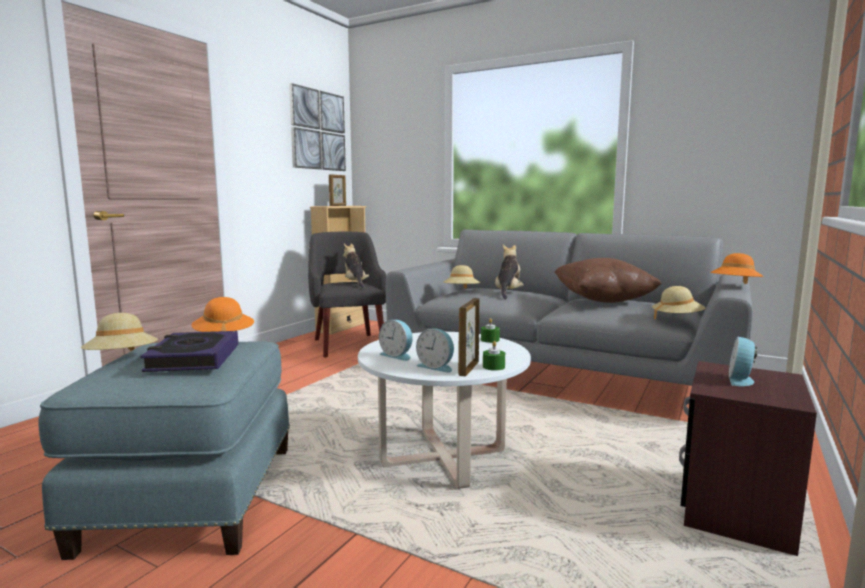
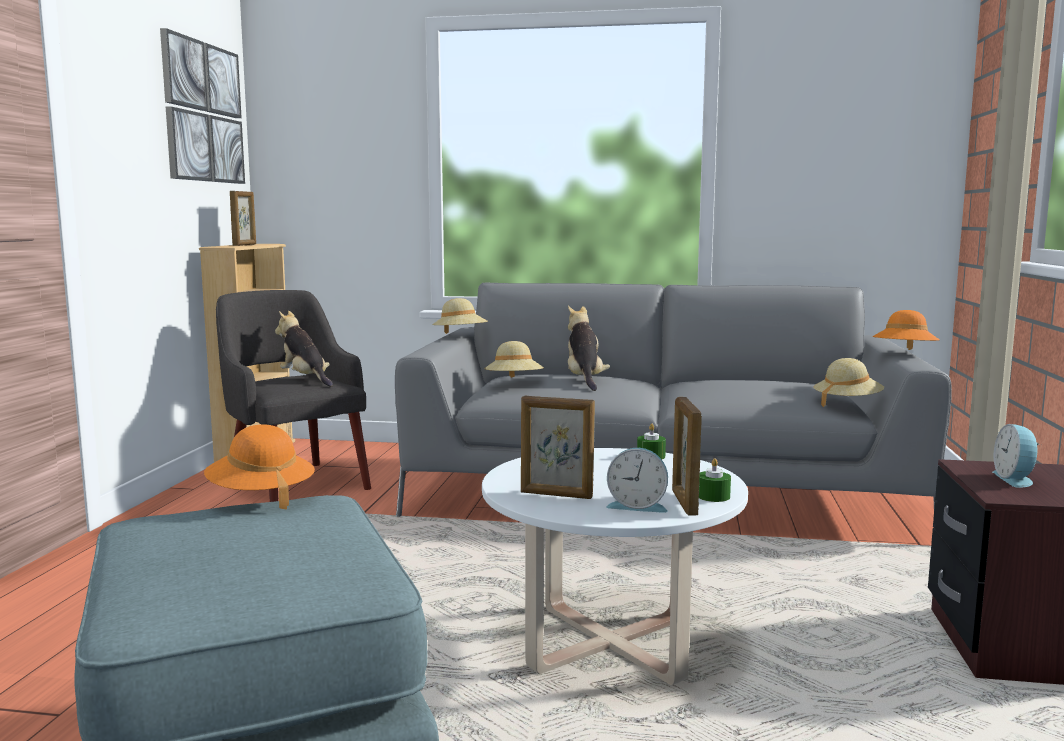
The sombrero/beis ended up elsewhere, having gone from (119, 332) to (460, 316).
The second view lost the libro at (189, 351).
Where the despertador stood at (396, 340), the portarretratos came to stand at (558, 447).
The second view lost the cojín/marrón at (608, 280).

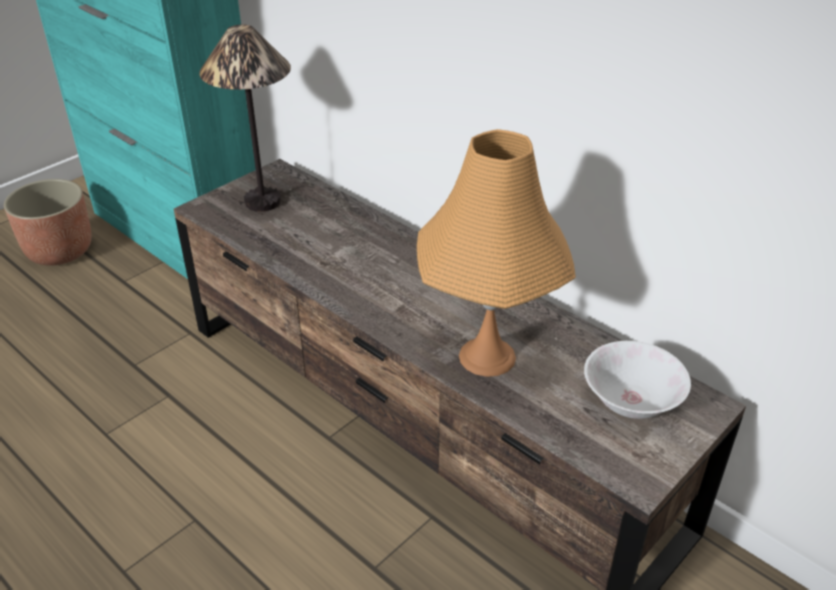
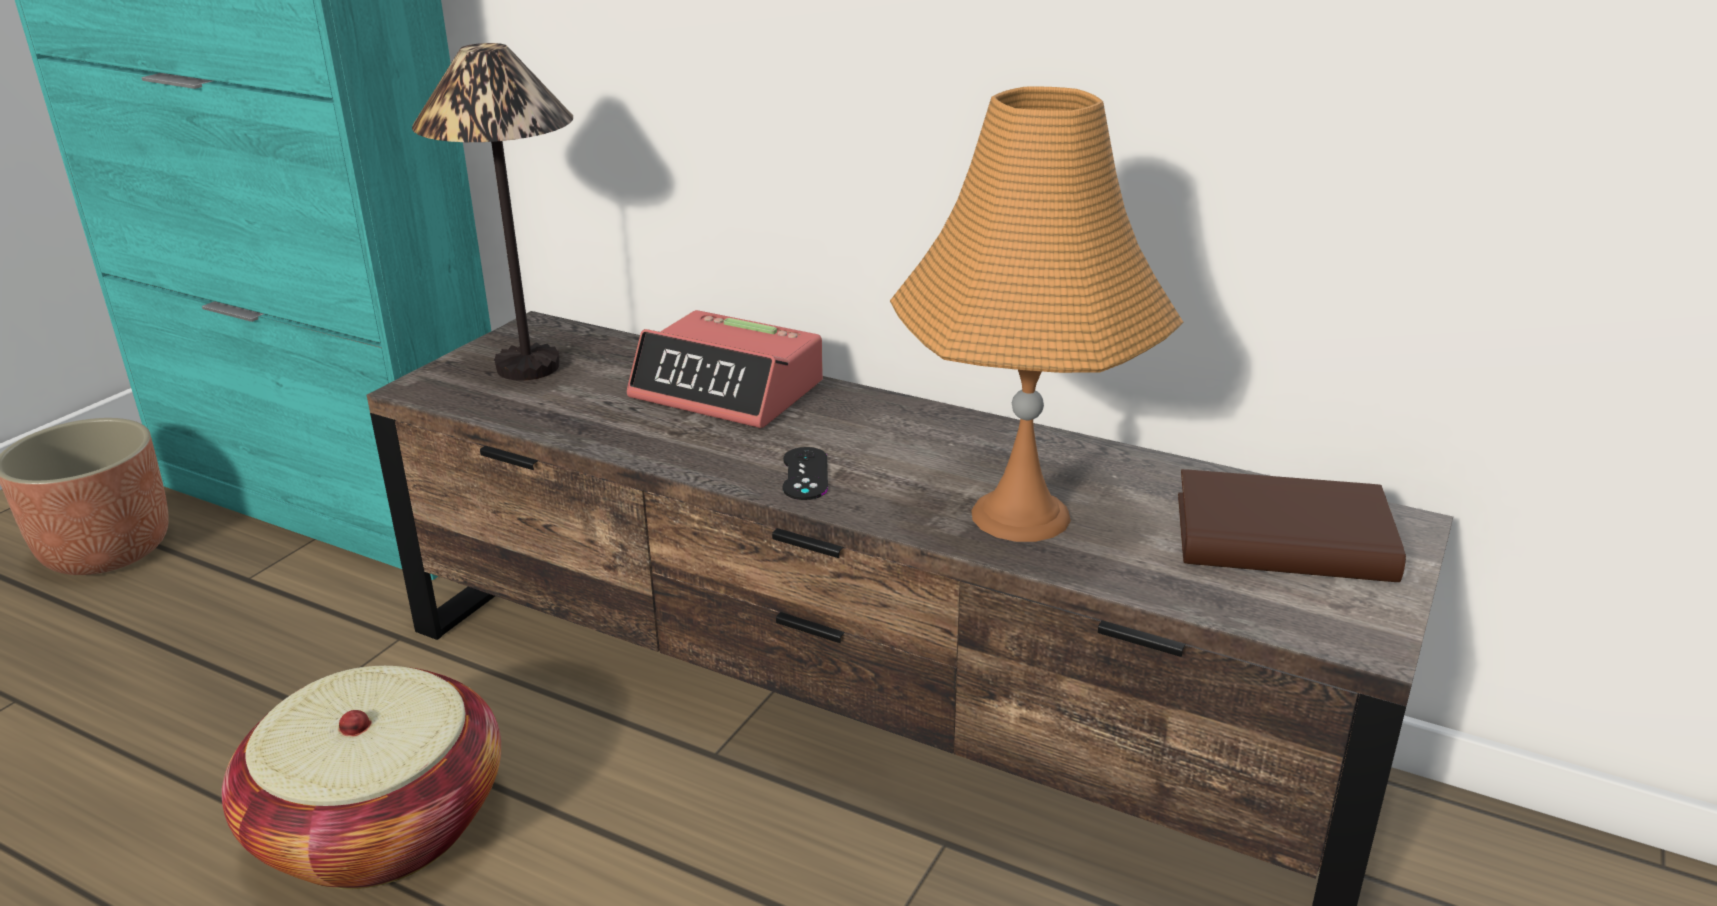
Where the cuenco/blanco stood at (637, 380), the libro/marrón came to stand at (1292, 525).
The second view gained the cesta at (361, 777).
The second view gained the despertador at (725, 369).
The second view gained the mando de consola/negro at (805, 473).

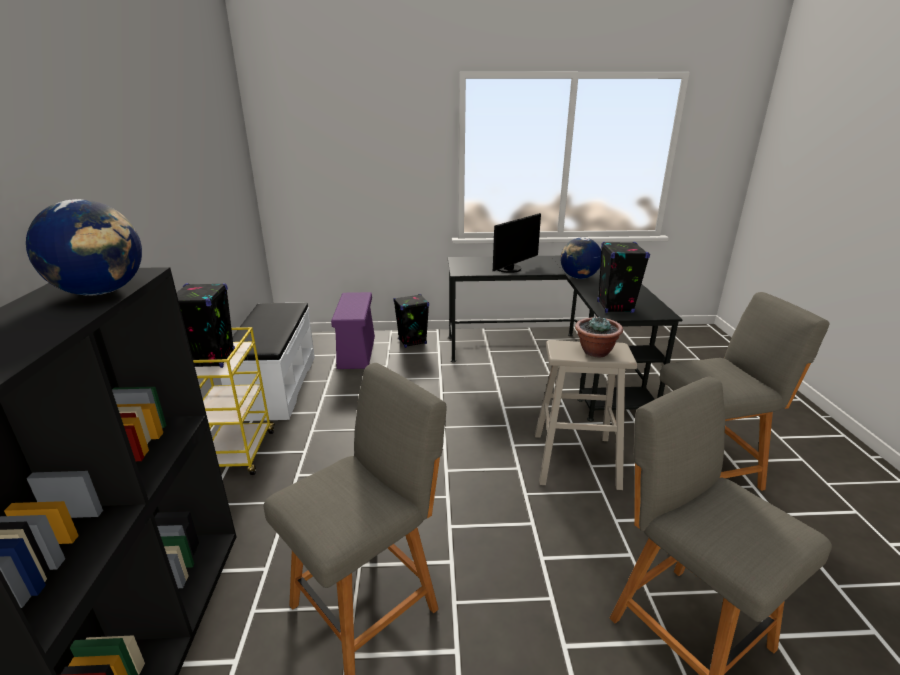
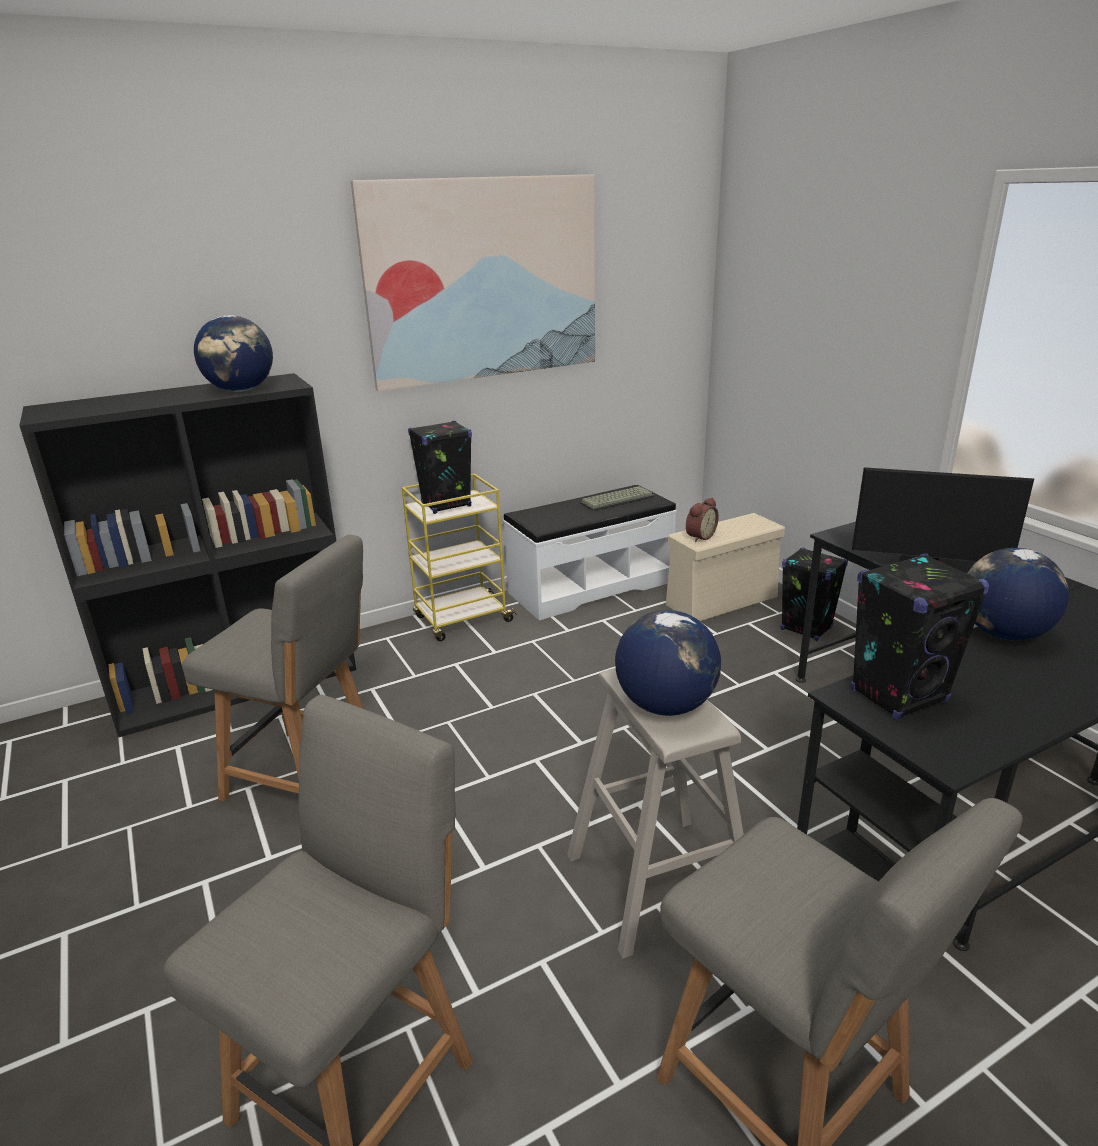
What was the caja de almacenaje/morado at (353, 330) turned into the caja de almacenaje/beis at (725, 567).
Where the planta en maceta stood at (599, 336), the globo terráqueo came to stand at (668, 663).
The second view gained the cuadro at (473, 283).
The second view gained the teclado at (617, 498).
The second view gained the despertador at (702, 519).

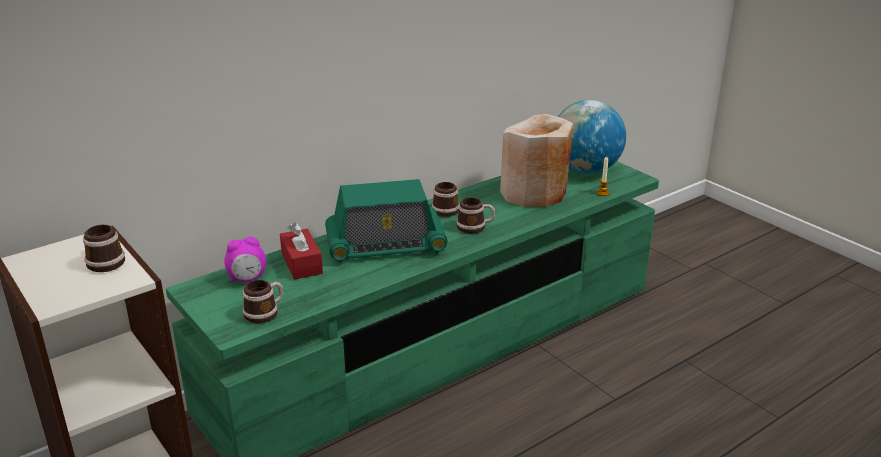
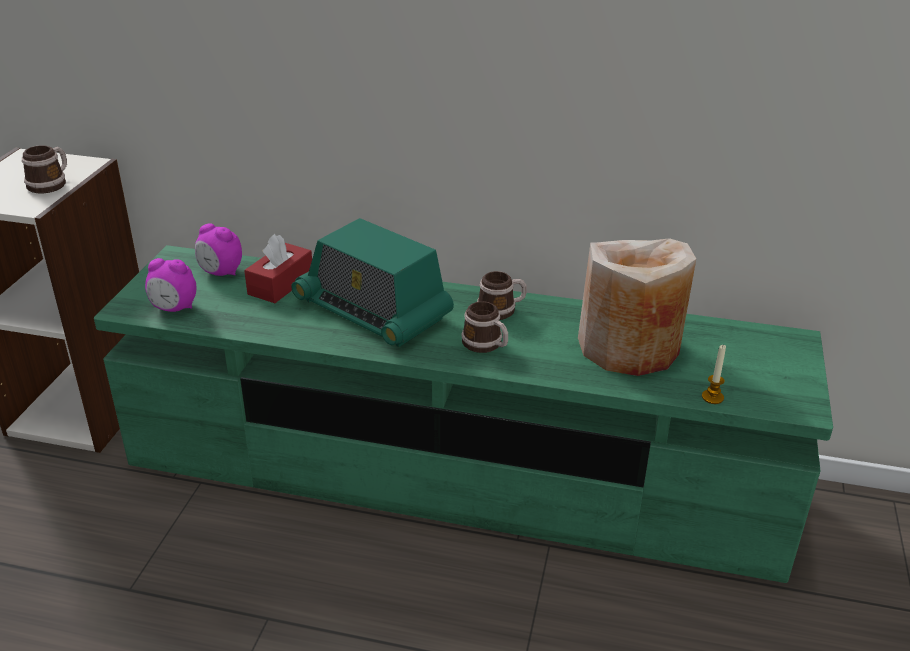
Where the taza grande stood at (262, 301), the despertador came to stand at (170, 285).
The second view lost the globo terráqueo at (592, 137).

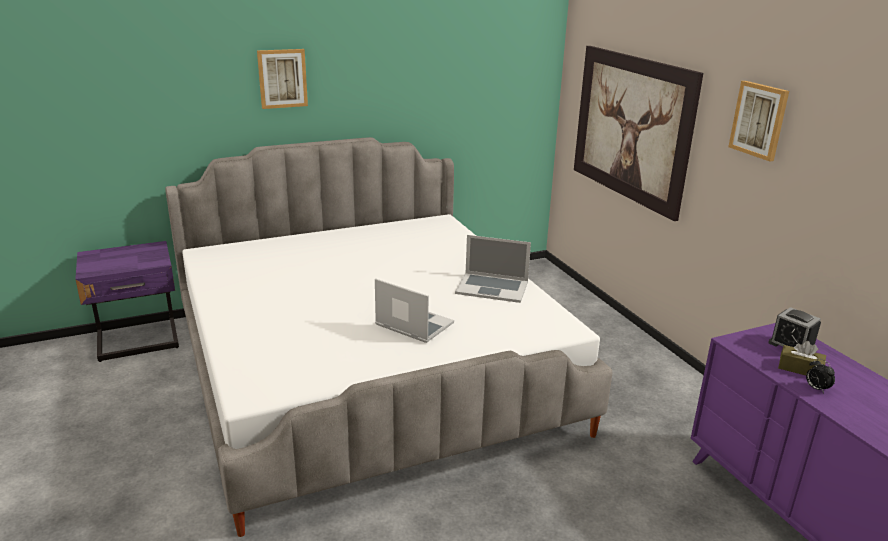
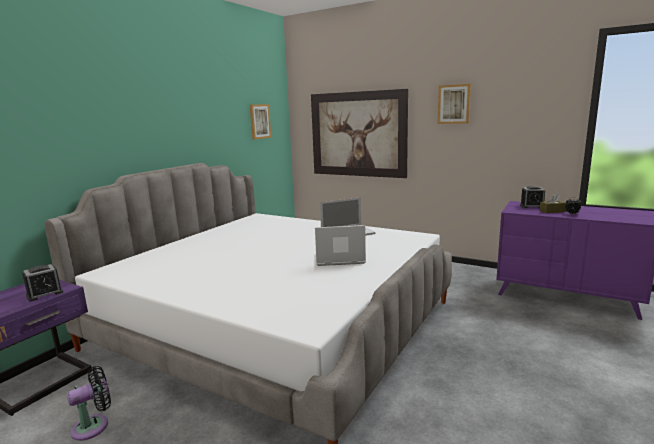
The cuadro ended up elsewhere, having gone from (282, 79) to (260, 122).
The second view gained the despertador at (42, 283).
The second view gained the ventilador/negro at (89, 403).

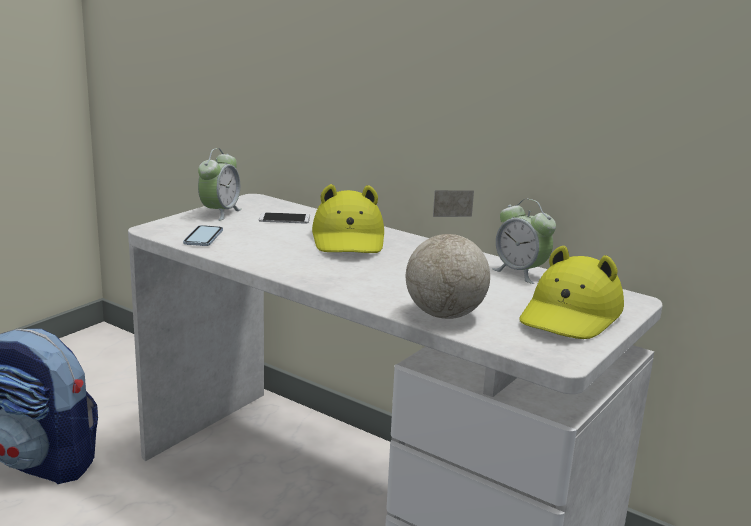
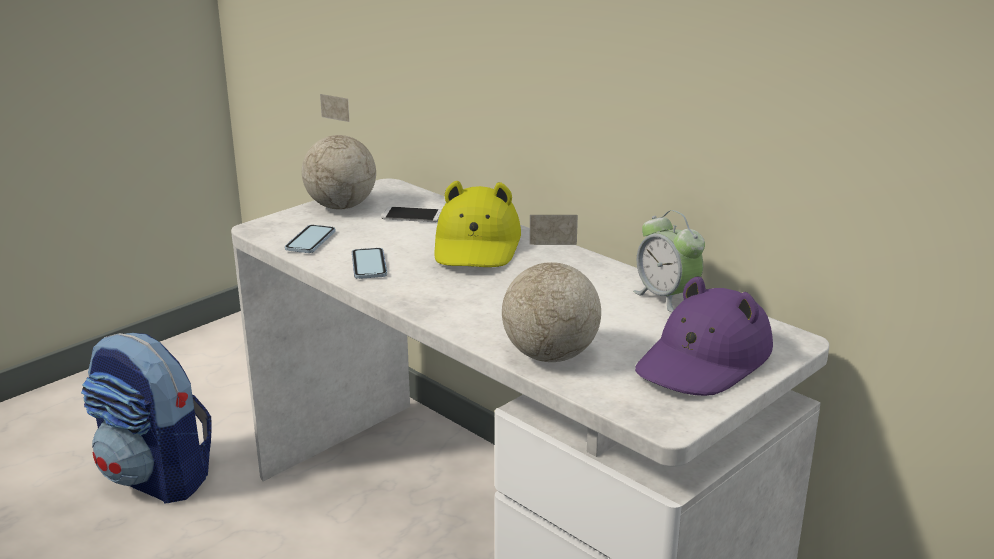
Where the despertador stood at (220, 184), the globo terráqueo came to stand at (339, 152).
What was the sombrero/amarillo at (571, 292) turned into the sombrero/morado at (704, 336).
The second view gained the móvil at (369, 263).

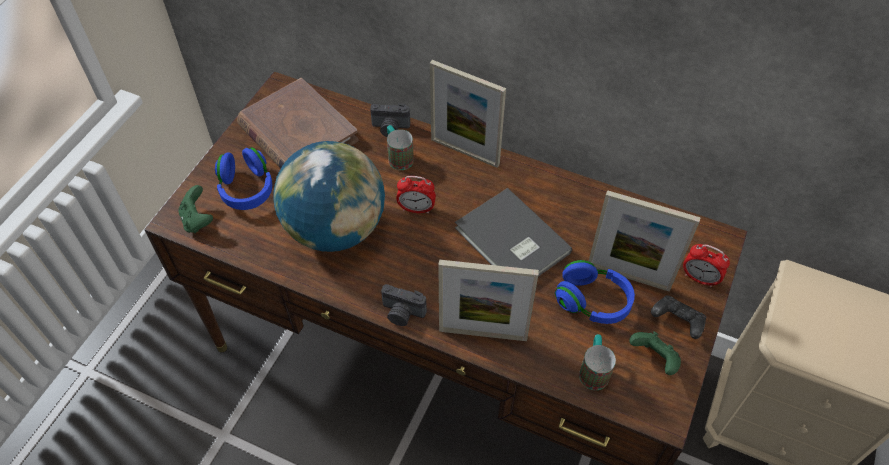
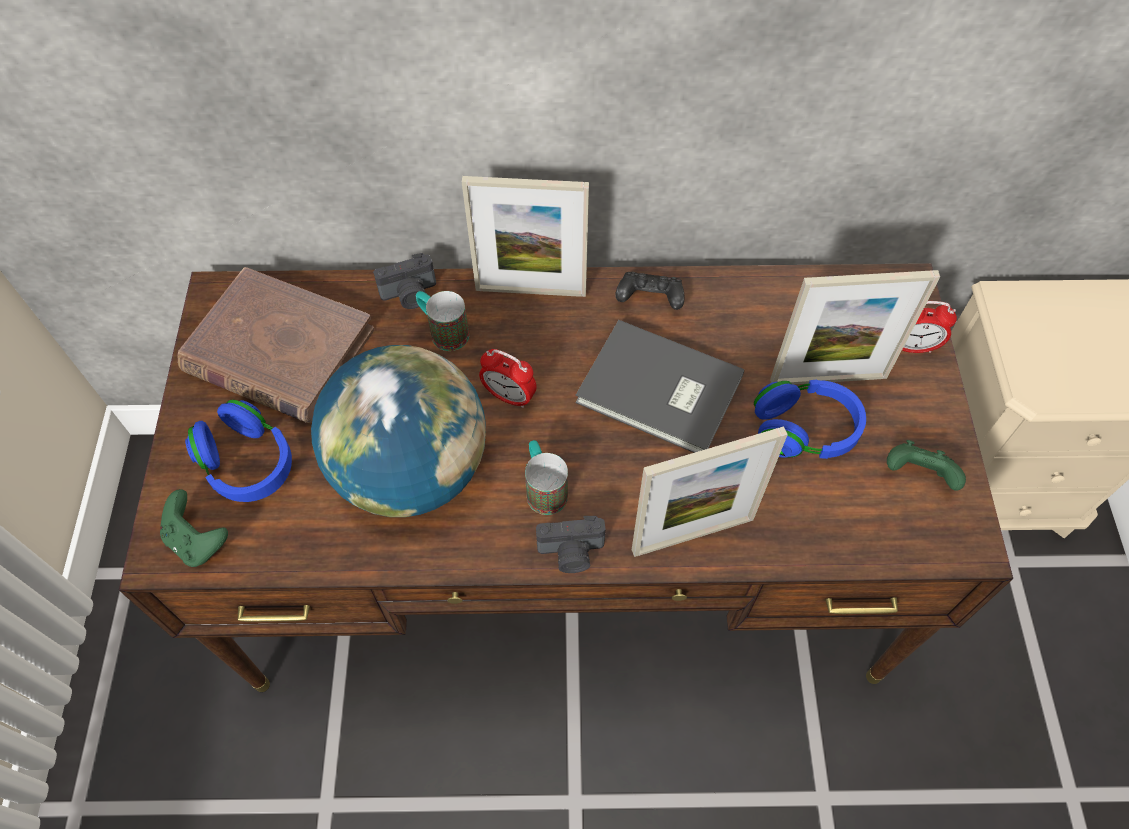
The despertador at (416, 194) ended up facing another way, 45 degrees clockwise from before.
The taza grande ended up elsewhere, having gone from (597, 362) to (546, 477).
The mando de consola/negro ended up elsewhere, having gone from (678, 317) to (650, 291).

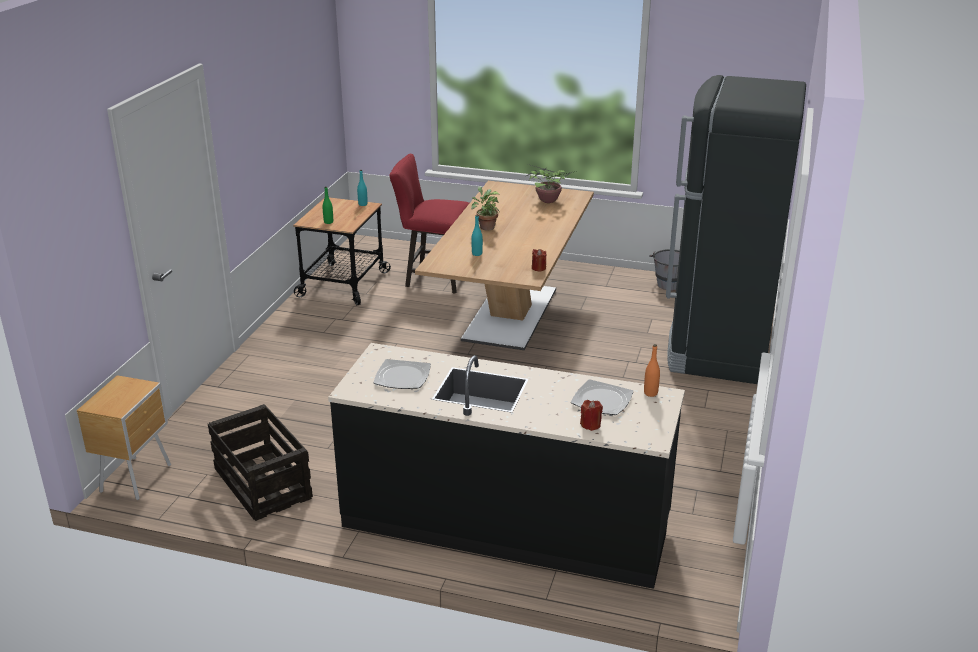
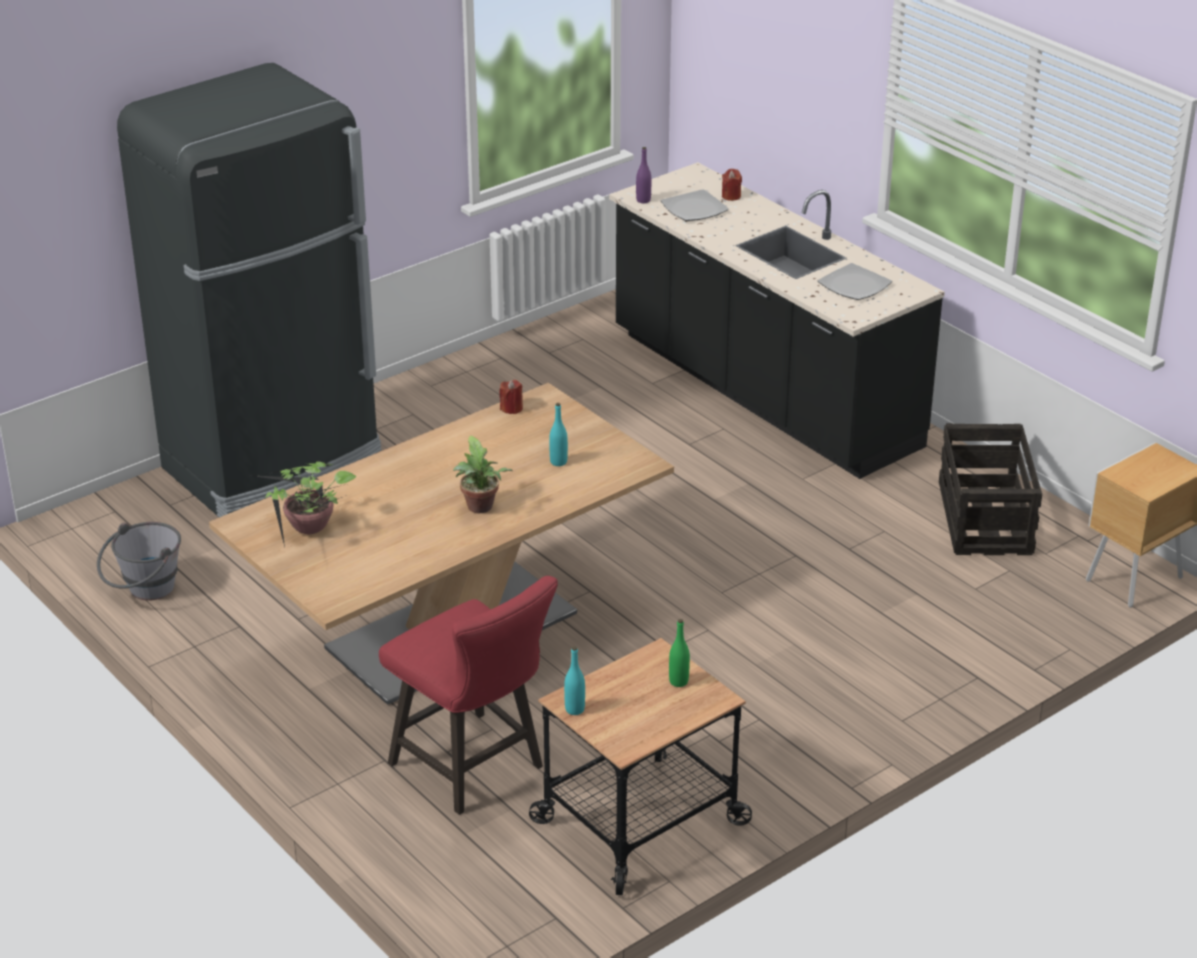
What was the botella/naranja at (652, 370) turned into the botella/morado at (643, 175).

